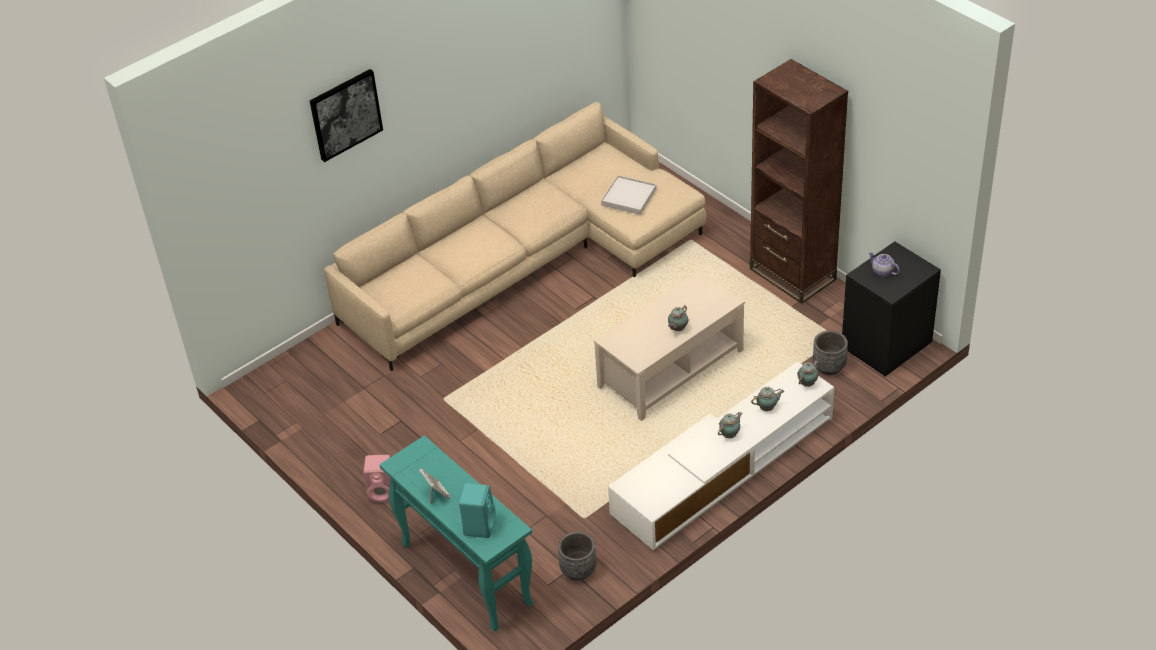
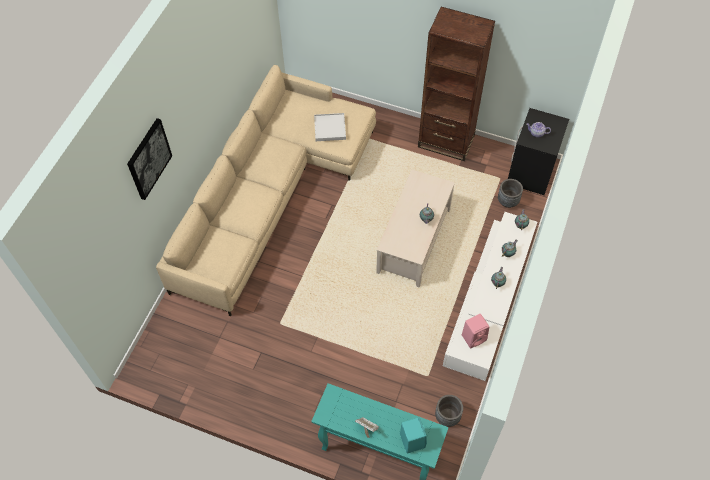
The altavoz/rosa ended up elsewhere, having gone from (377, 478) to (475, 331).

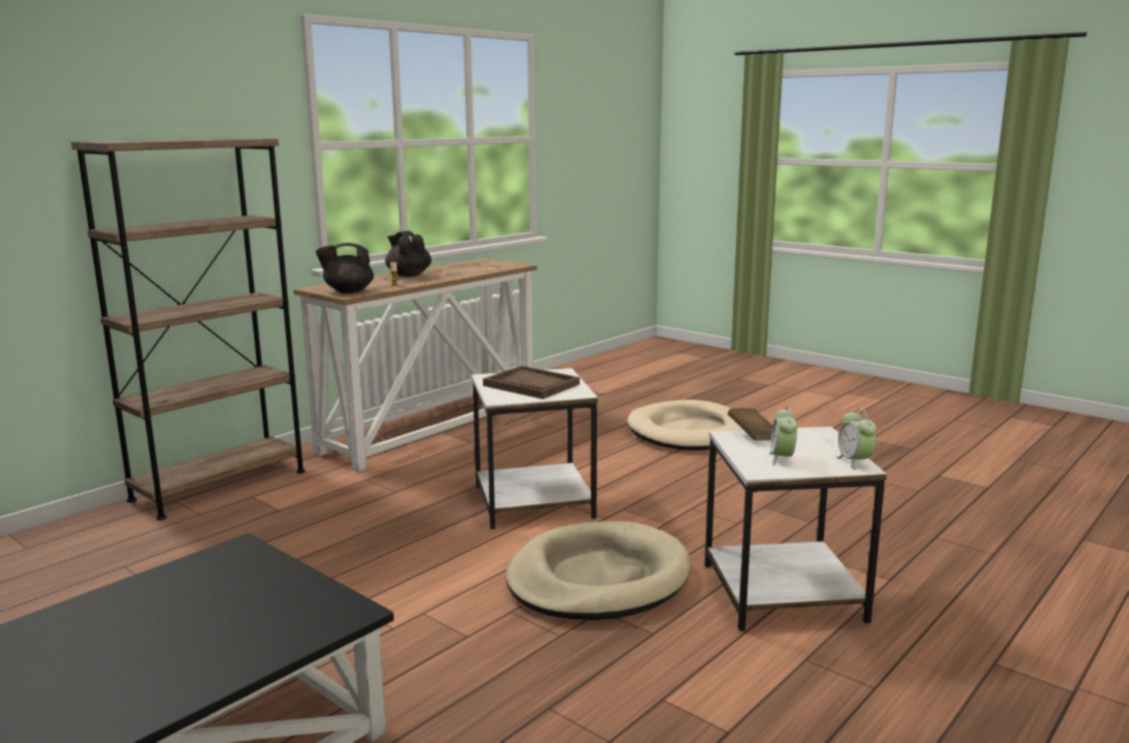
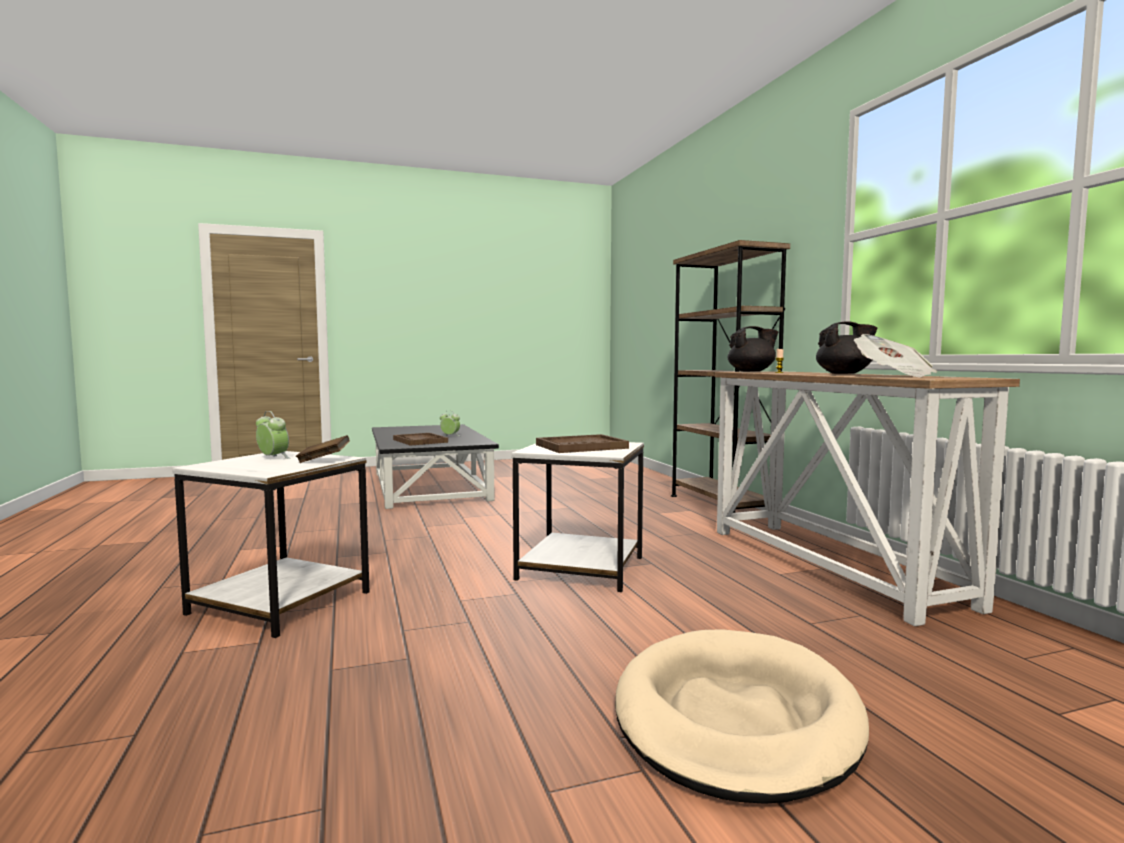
The tetera/negro at (345, 268) ended up facing another way, 60 degrees clockwise from before.
The second view lost the cama para perro/beis at (598, 570).
The despertador ended up elsewhere, having gone from (856, 439) to (450, 423).
The second view gained the bandeja/marrón at (420, 439).
The second view gained the periódico at (896, 355).

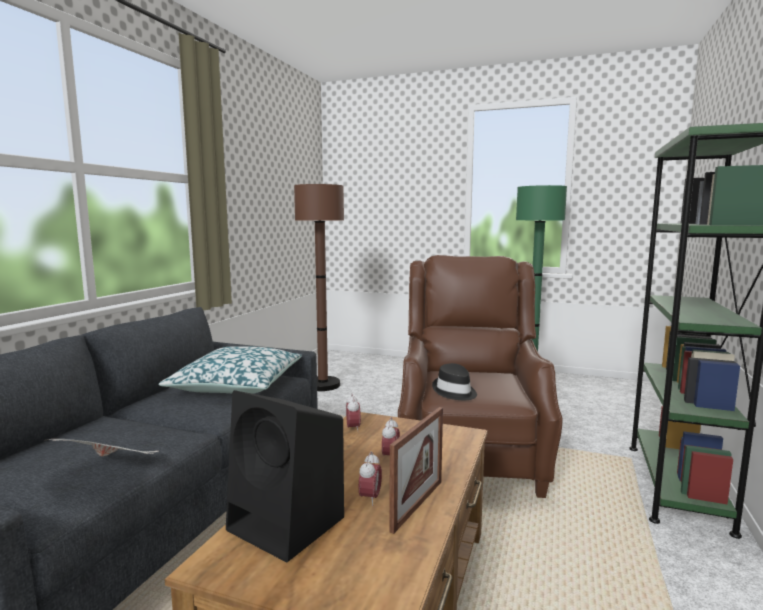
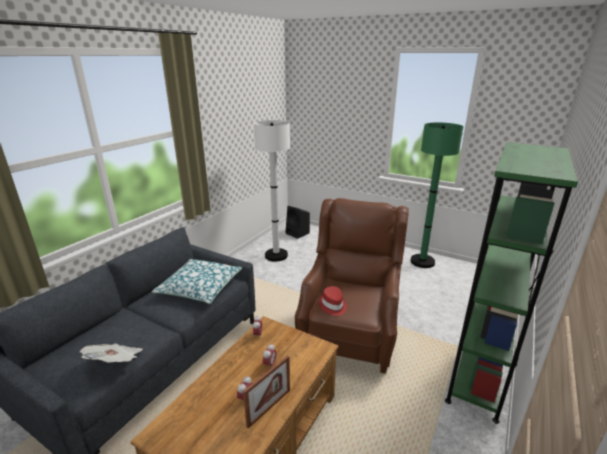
The altavoz/negro ended up elsewhere, having gone from (285, 476) to (297, 222).
What was the lámpara de pie/marrón at (319, 287) turned into the lámpara de pie/blanco at (272, 191).
What was the sombrero/negro at (454, 381) turned into the sombrero/rojo at (333, 301).

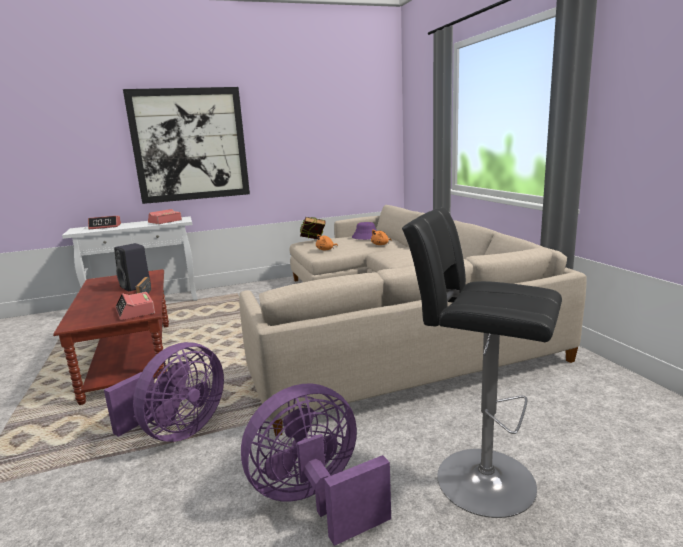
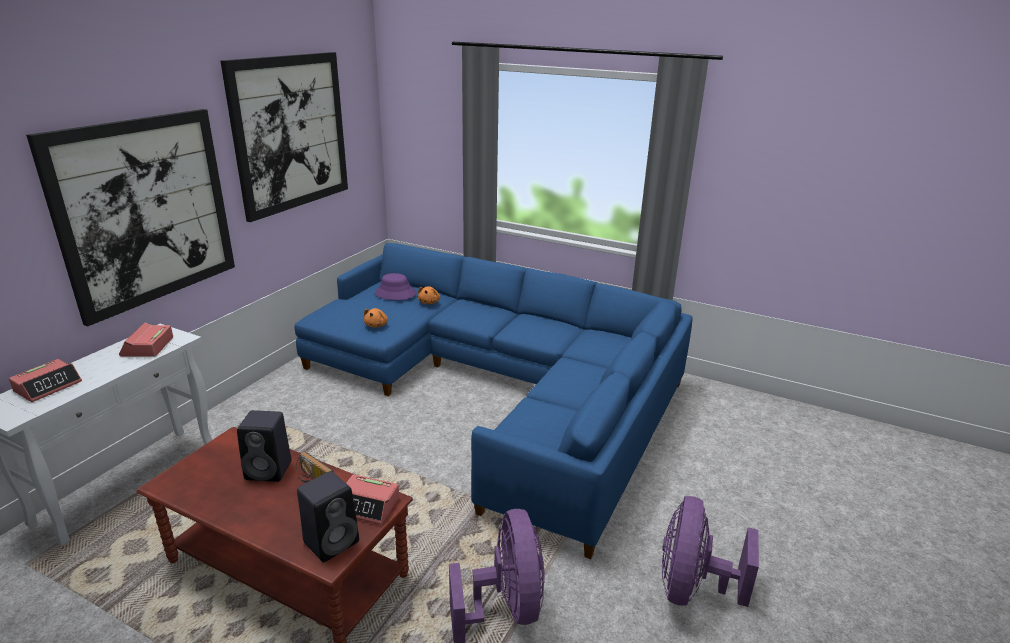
What was the sofá/beis at (412, 320) turned into the sofá/azul at (493, 401).
The second view lost the libro at (313, 228).
The second view lost the taburete/negro at (482, 362).
The second view gained the cuadro at (284, 137).
The second view gained the altavoz/negro at (328, 516).

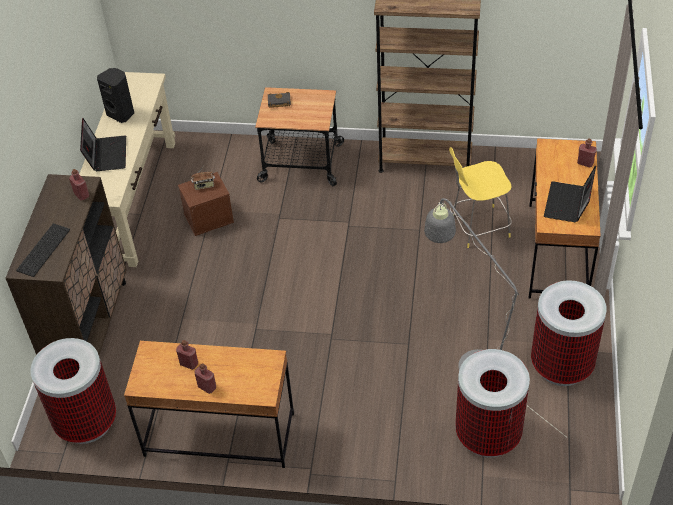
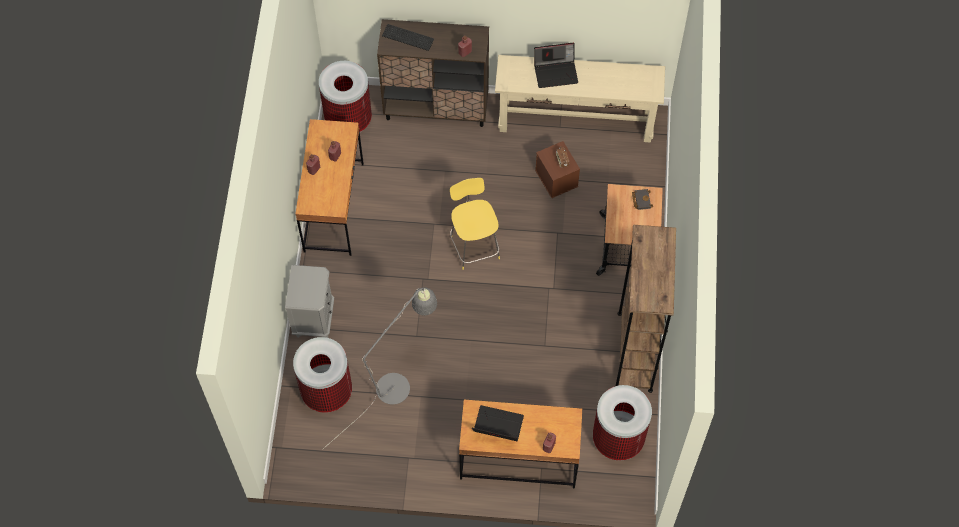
The second view lost the altavoz/negro at (115, 95).
The taburete/amarillo ended up elsewhere, having gone from (480, 197) to (475, 224).
The papelera ended up elsewhere, having gone from (569, 333) to (622, 423).
The second view gained the mesita de noche/gris at (309, 301).

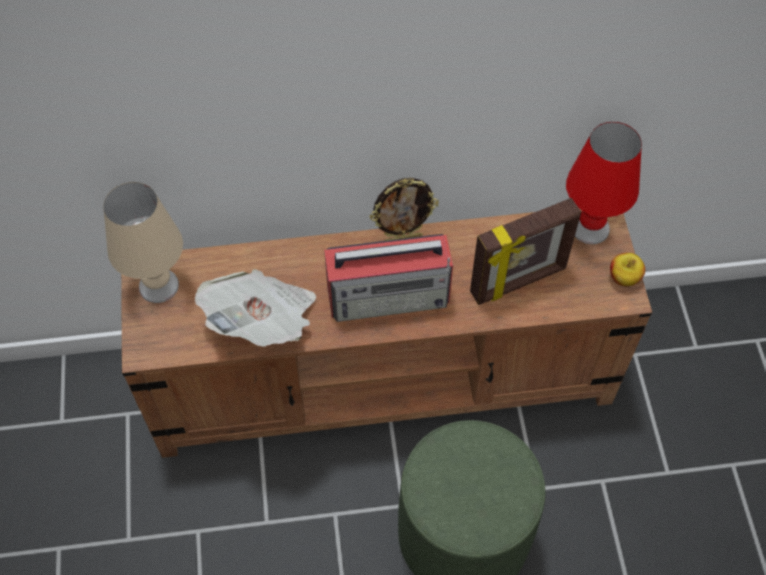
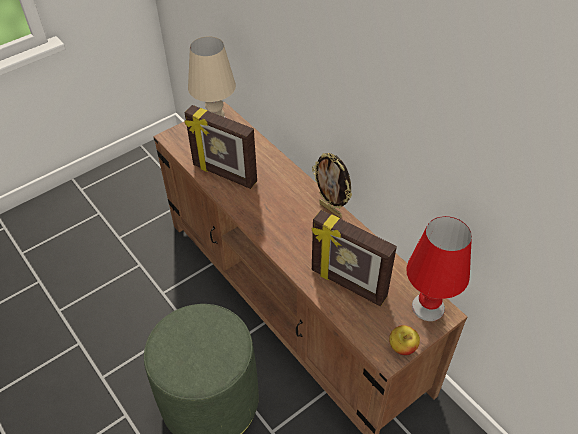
Where the periódico stood at (255, 308), the portarretratos came to stand at (220, 147).
The second view lost the radio at (388, 278).

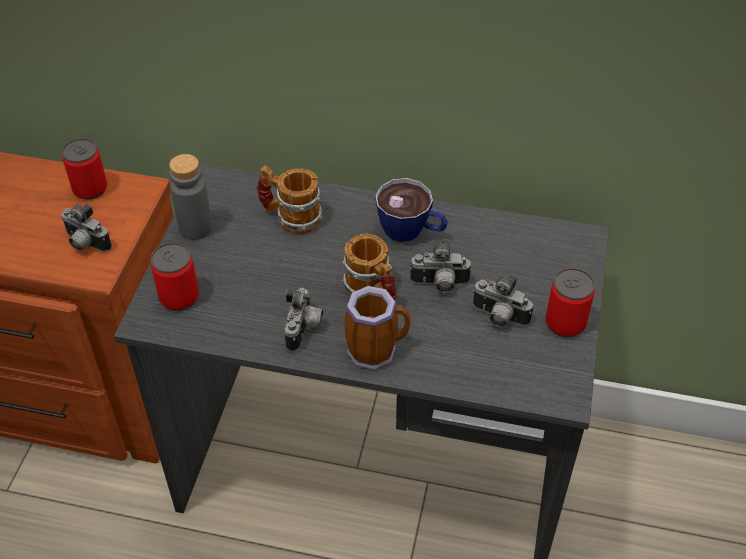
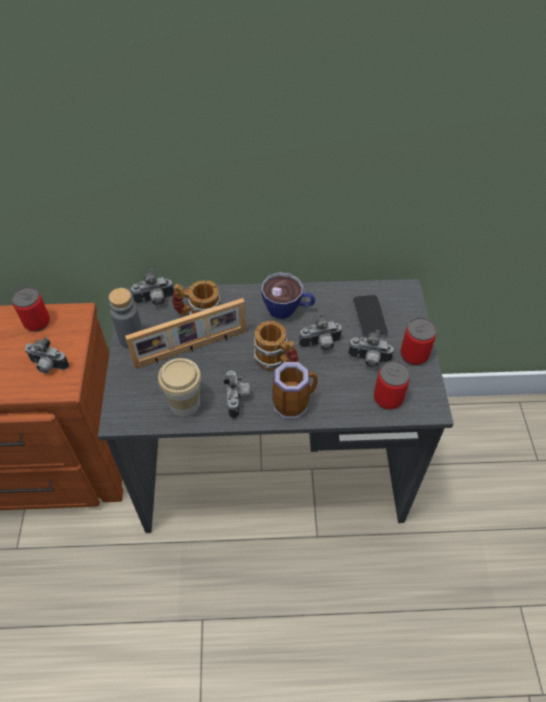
The lata ended up elsewhere, having gone from (175, 277) to (392, 385).
The second view gained the portarretratos at (185, 333).
The second view gained the cámara at (152, 288).
The second view gained the taza at (179, 387).
The second view gained the móvil at (370, 316).

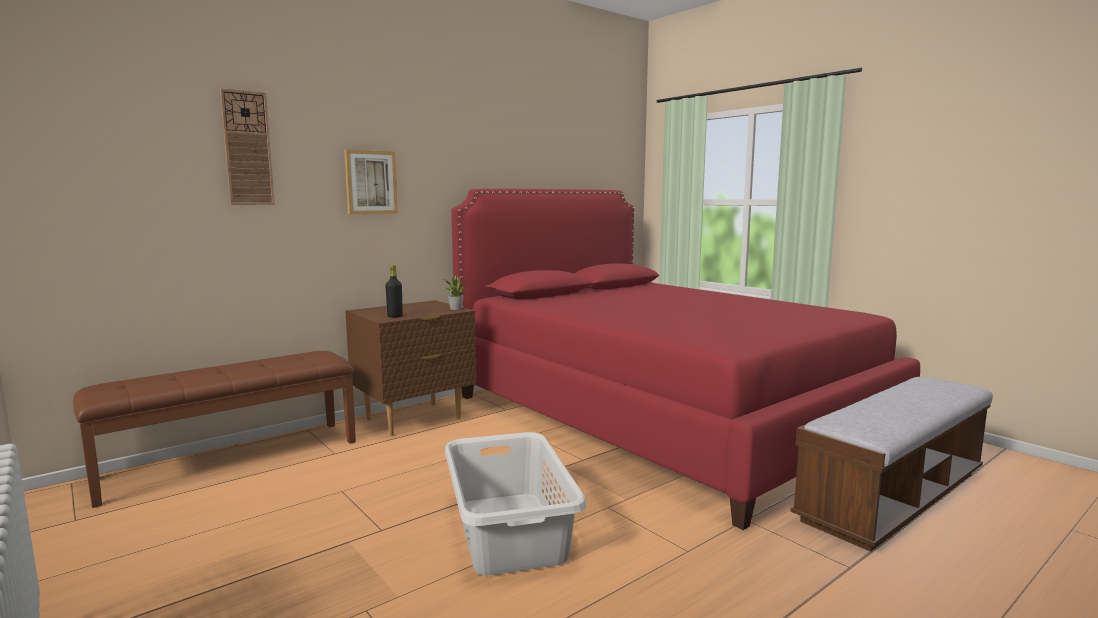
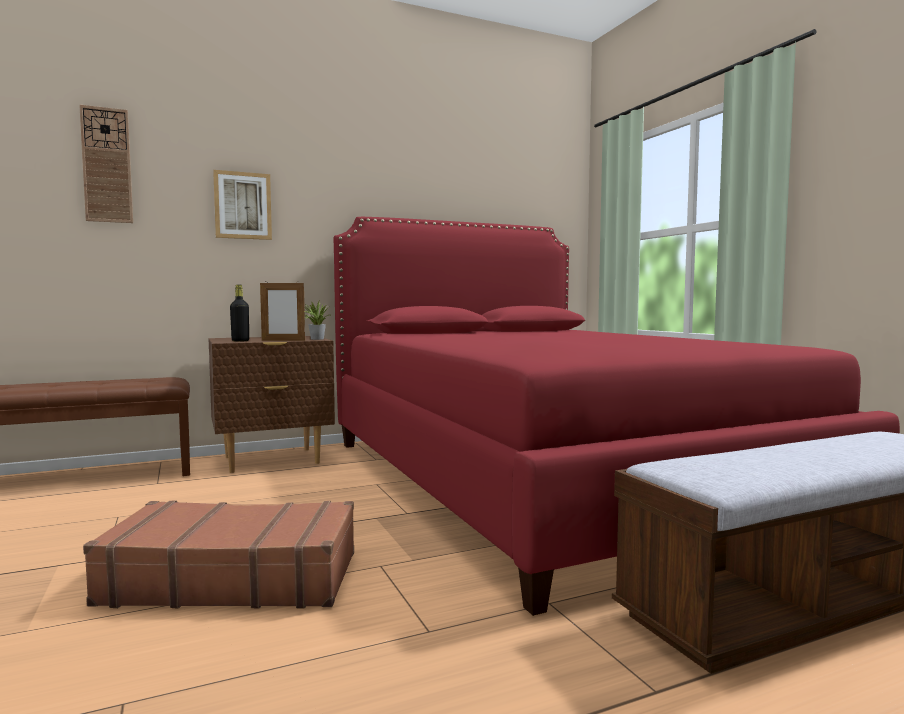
Where the cesto de la ropa/gris stood at (516, 504), the maleta/marrón came to stand at (218, 555).
The second view gained the portarretratos at (282, 311).

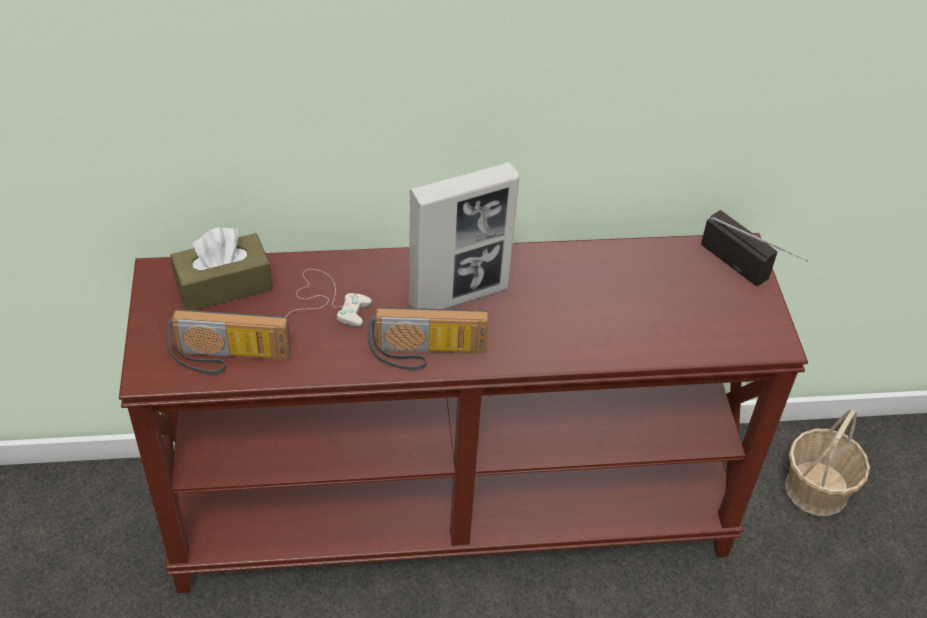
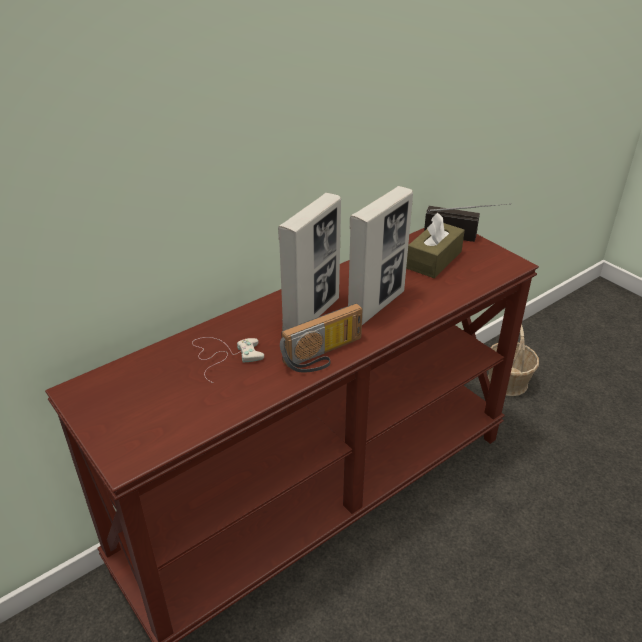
The second view lost the radio at (228, 341).
The caja de pañuelos/marrón ended up elsewhere, having gone from (221, 268) to (435, 245).
The second view gained the portarretratos at (380, 255).

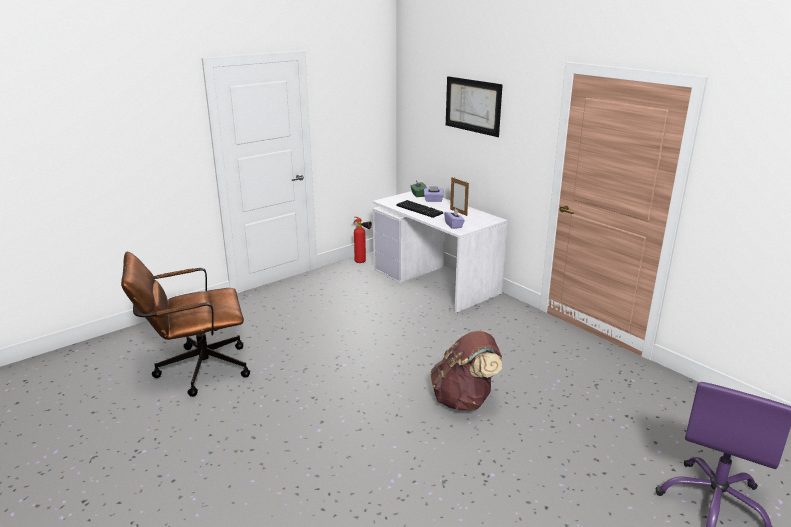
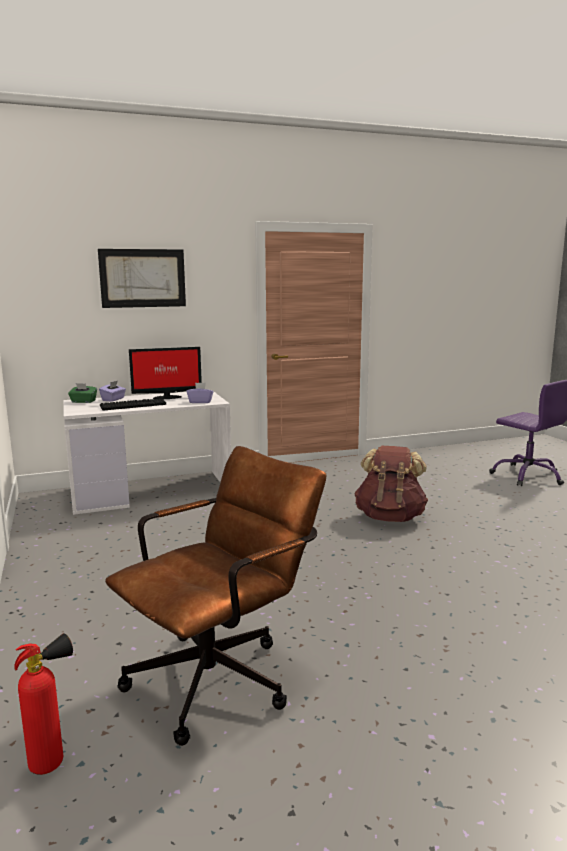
The silla de oficina/marrón at (185, 324) ended up facing another way, 135 degrees counterclockwise from before.
The extintor ended up elsewhere, having gone from (363, 240) to (43, 704).
Where the portarretratos stood at (459, 196), the monitor came to stand at (165, 373).

